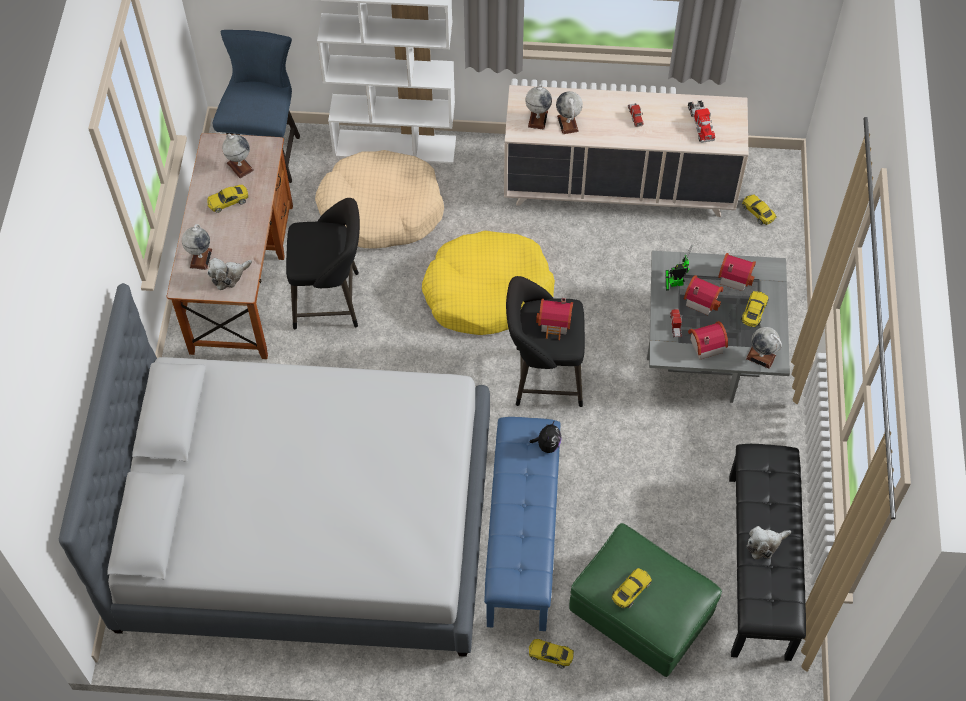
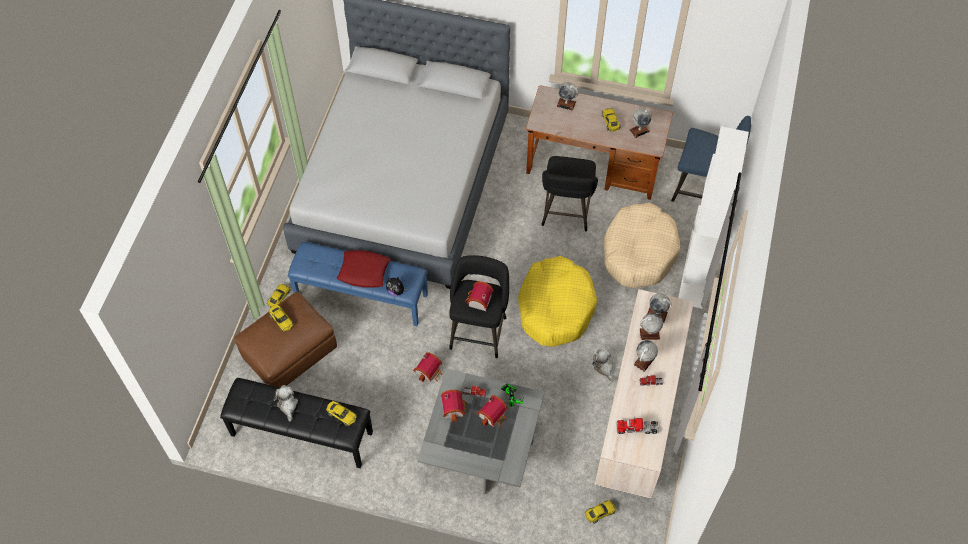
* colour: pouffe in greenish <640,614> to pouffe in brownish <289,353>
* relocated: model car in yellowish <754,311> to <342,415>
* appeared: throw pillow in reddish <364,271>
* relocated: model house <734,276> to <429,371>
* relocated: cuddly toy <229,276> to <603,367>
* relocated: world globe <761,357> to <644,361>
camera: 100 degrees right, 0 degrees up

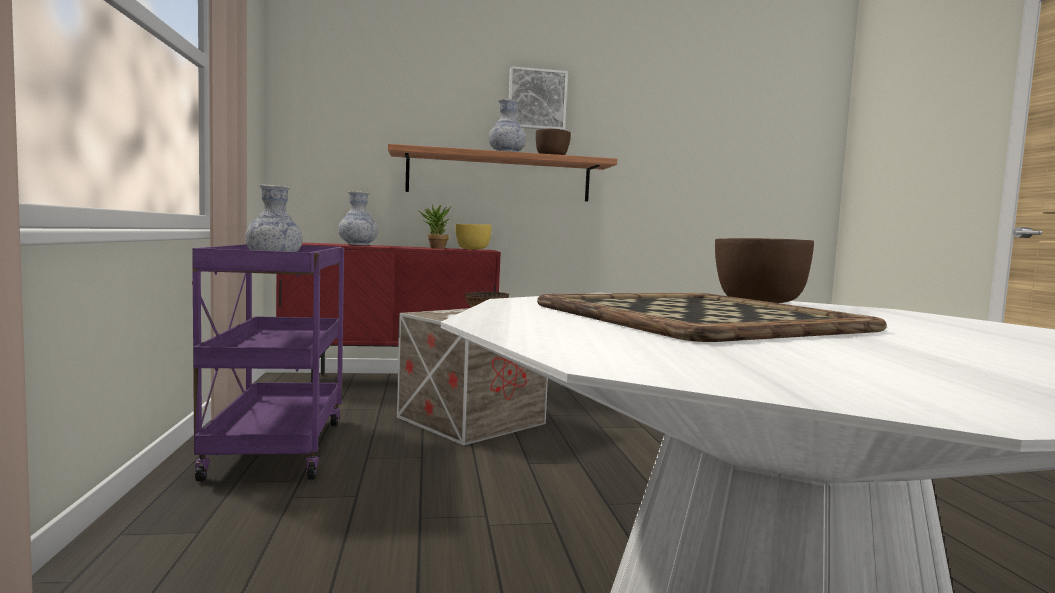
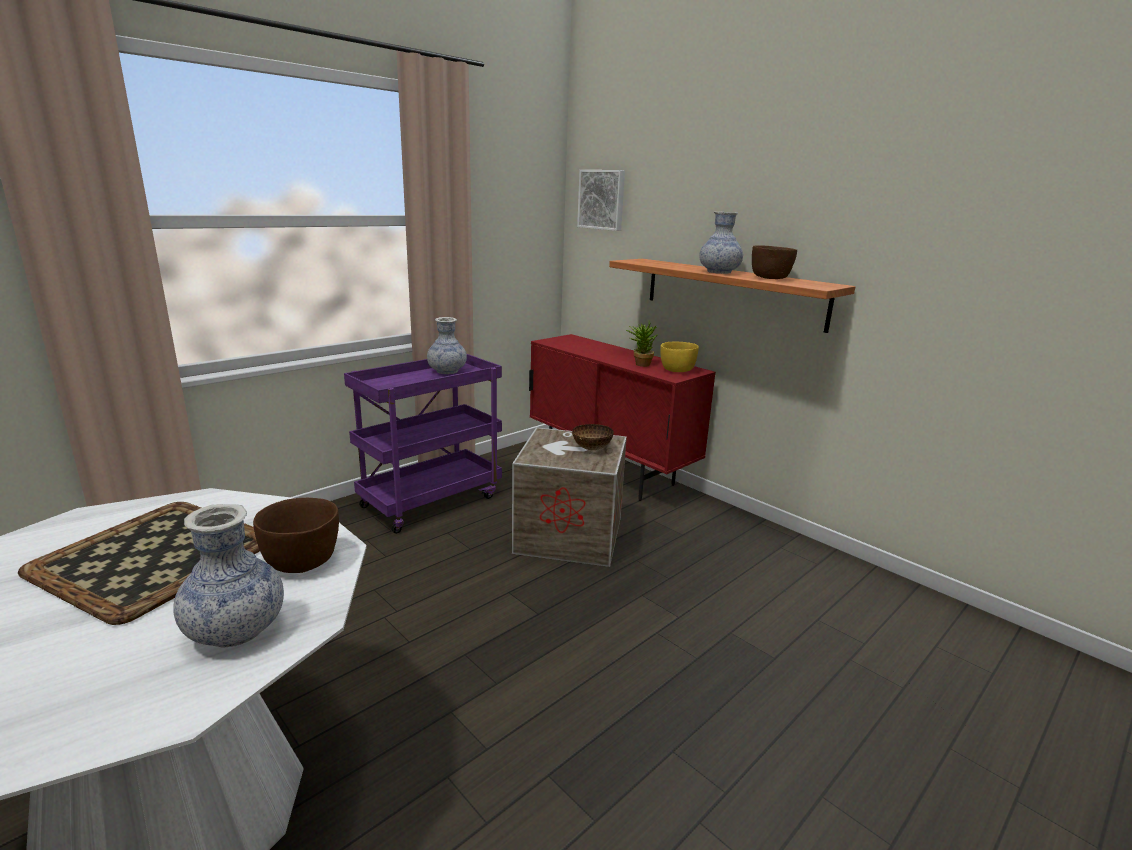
* relocated: decorative vase <357,244> to <236,630>
* relocated: wall art <537,99> to <602,200>
camera: 55 degrees right, 15 degrees up

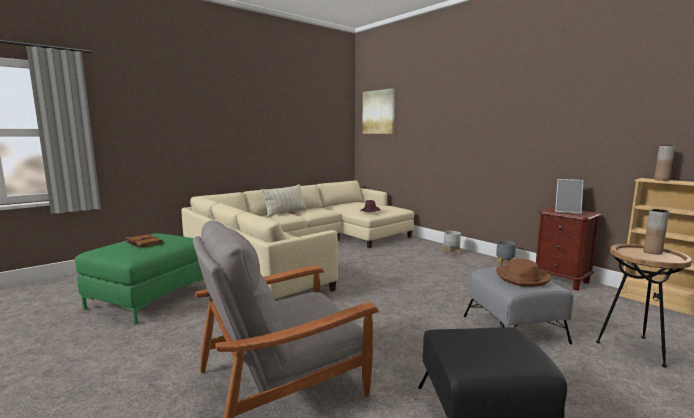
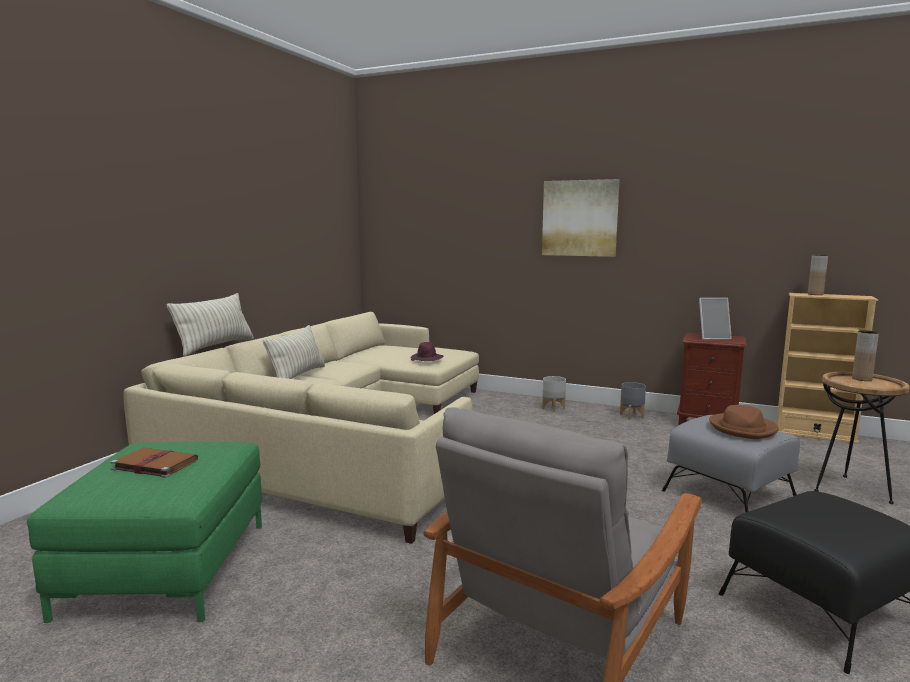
* appeared: throw pillow <215,346>
* relocated: wall art <378,112> to <579,218>
camera: 25 degrees left, 0 degrees up

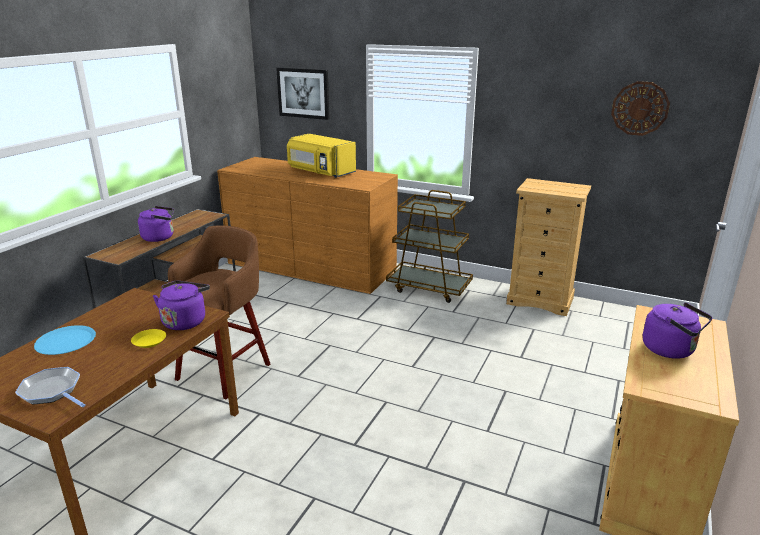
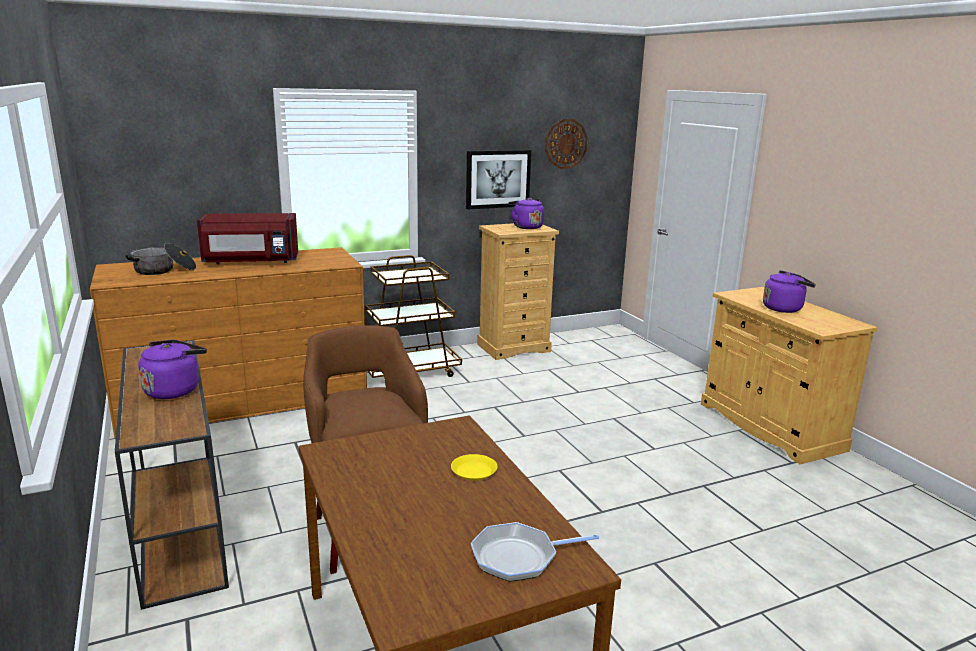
* appeared: stockpot <164,270>
* colour: microwave in yellowish <320,172> to microwave in reddish <250,262>
* relocated: wall art <303,93> to <498,179>
* relocated: tea kettle in purplish <185,321> to <526,227>
* missing: dinner plate in blue <66,341>
camera: 50 degrees left, 5 degrees down

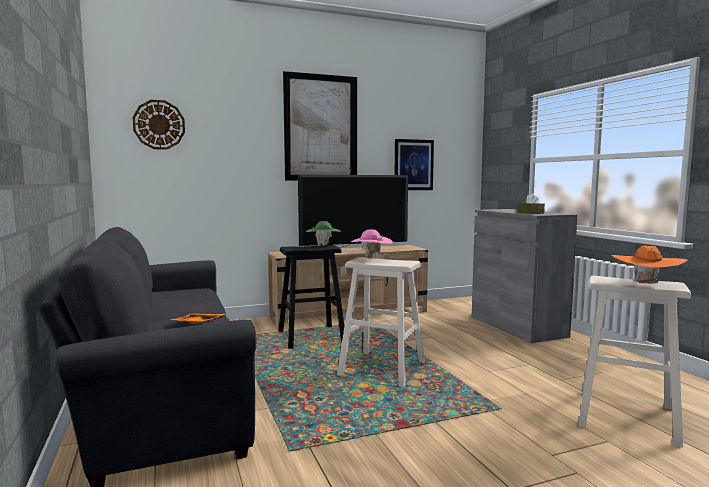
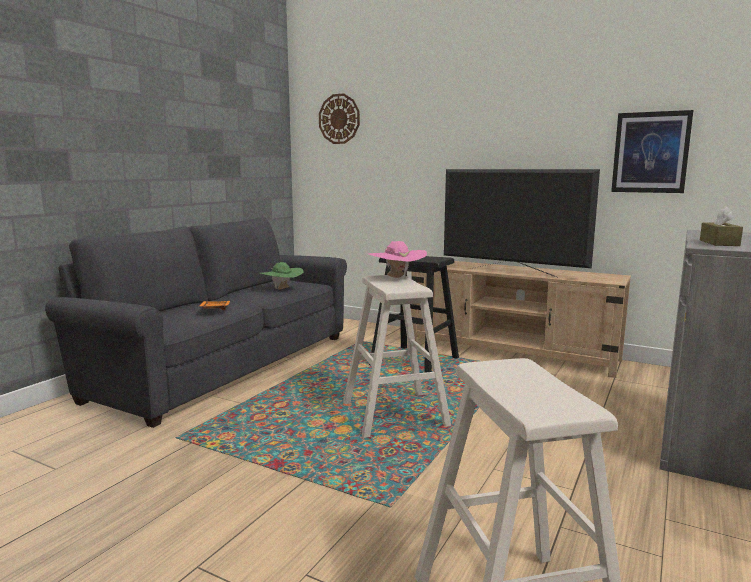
* relocated: hat in greenish <323,245> to <282,290>
* missing: wall art <321,128>
* missing: hat in orange-coloured <646,284>
camera: 50 degrees right, 5 degrees up

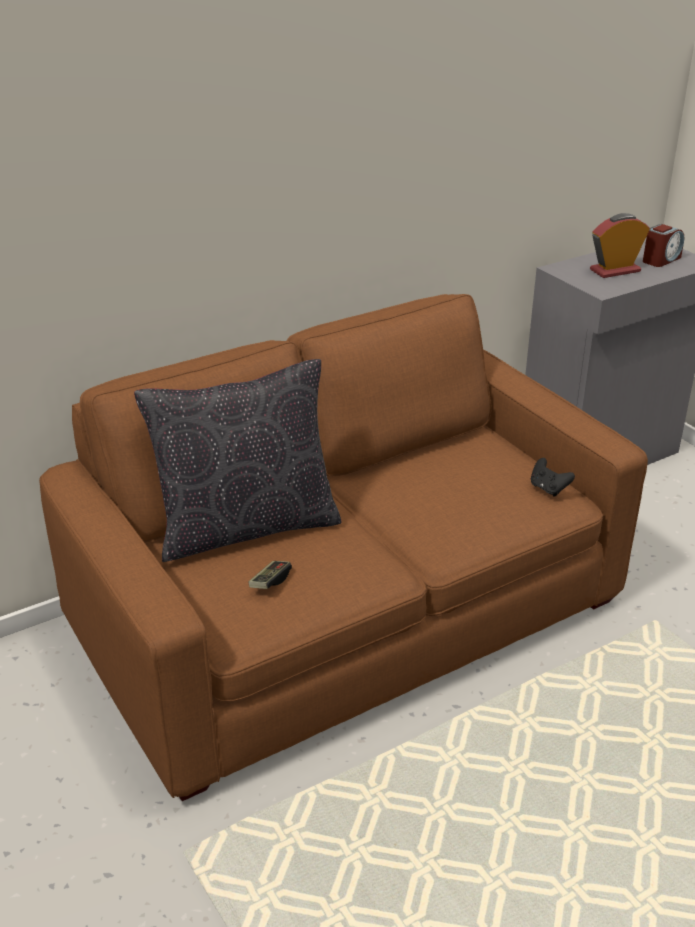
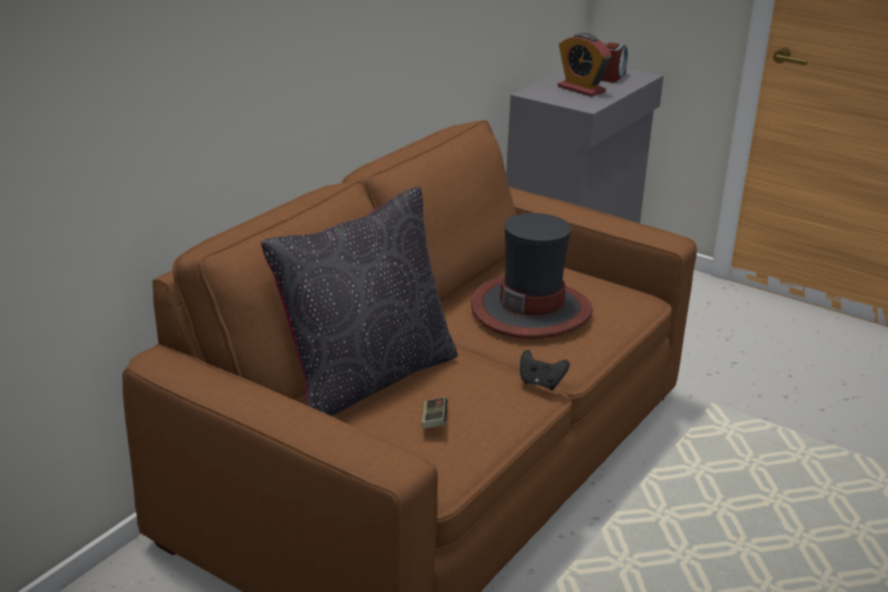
* appeared: hat <531,309>
* relocated: joypad in black-coloured <548,489> to <540,383>
* spun: alarm clock <615,270> = <581,89> 90 degrees counterclockwise
camera: 25 degrees left, 5 degrees down

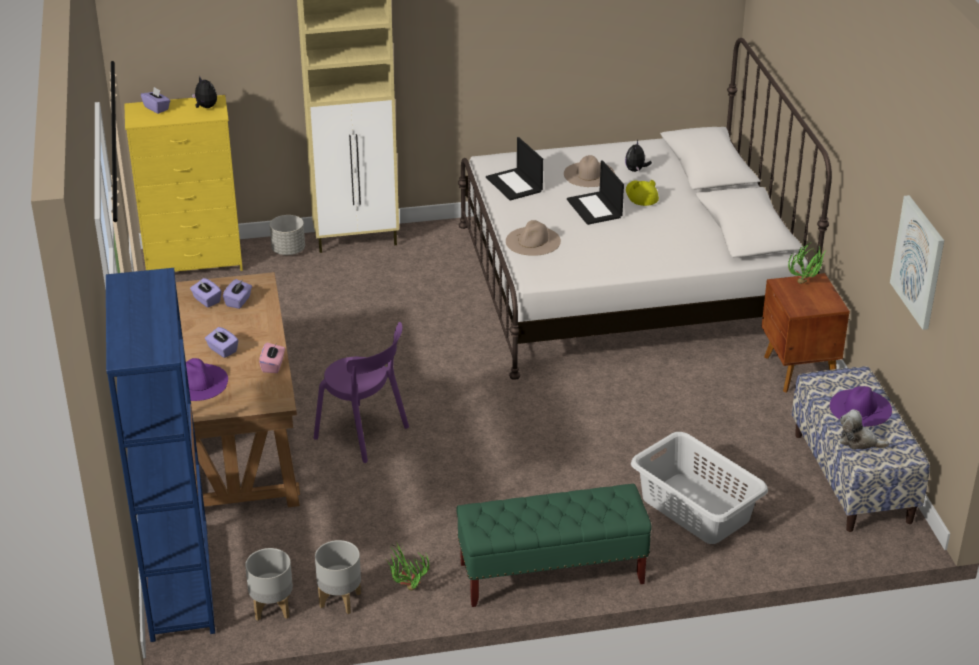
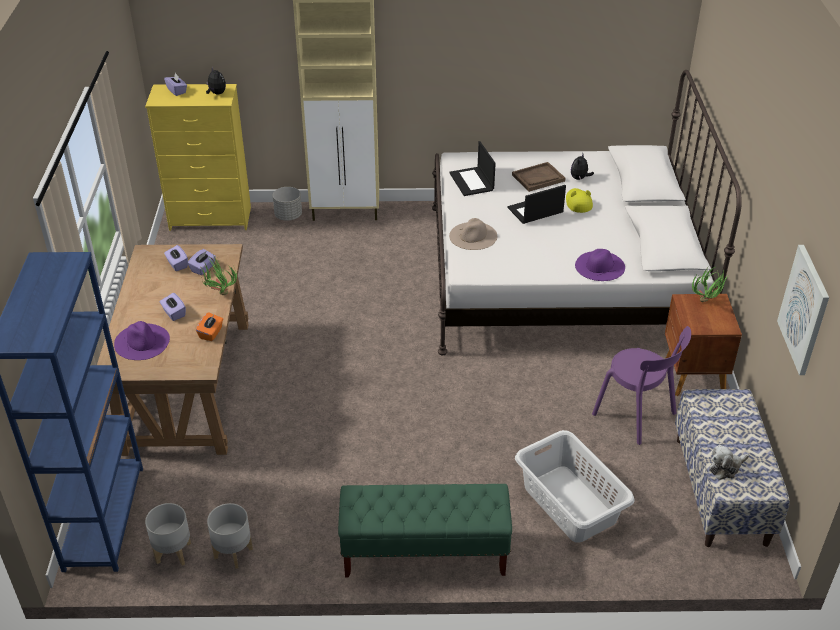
* colour: tissue box in pink <273,366> to tissue box in orange-coloured <211,333>
* relocated: houseplant <406,590> to <219,294>
* spun: laptop <595,208> = <535,211> 75 degrees clockwise
* exchanged: hat in sand-coloured <589,174> to tray in brownish <538,178>
* relocated: hat in purplish <860,407> to <600,266>
* relocated: chair in purplish <364,434> to <637,415>
* spun: cuddly toy <859,441> = <726,468> 60 degrees counterclockwise
camera: 10 degrees right, 5 degrees up

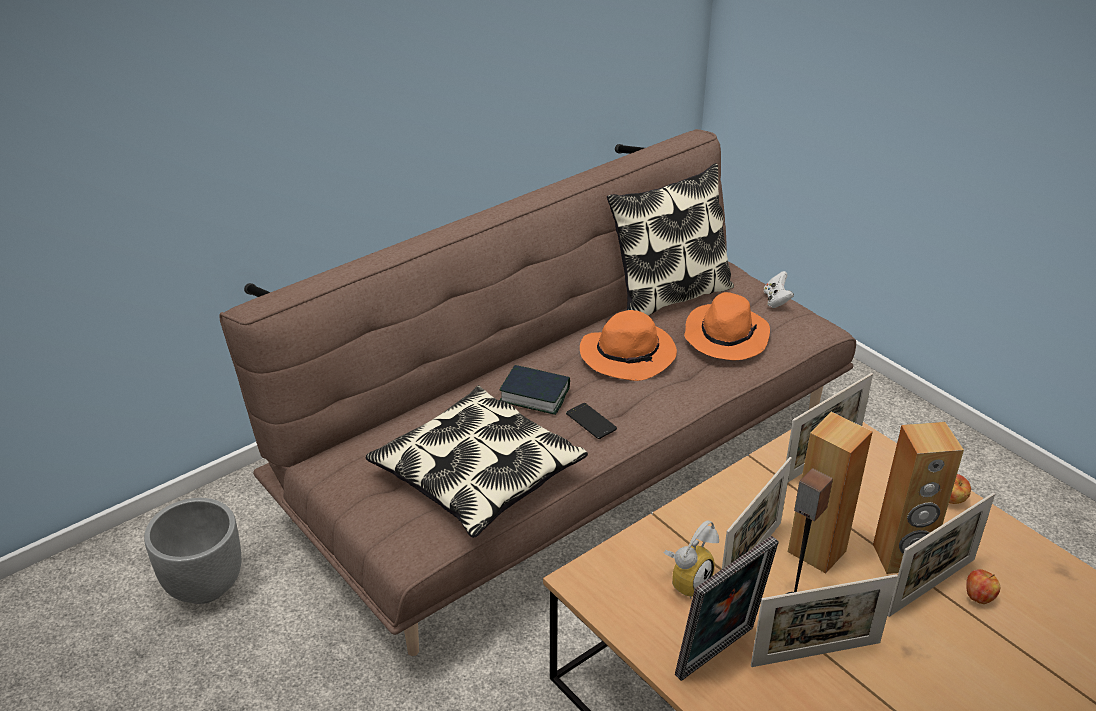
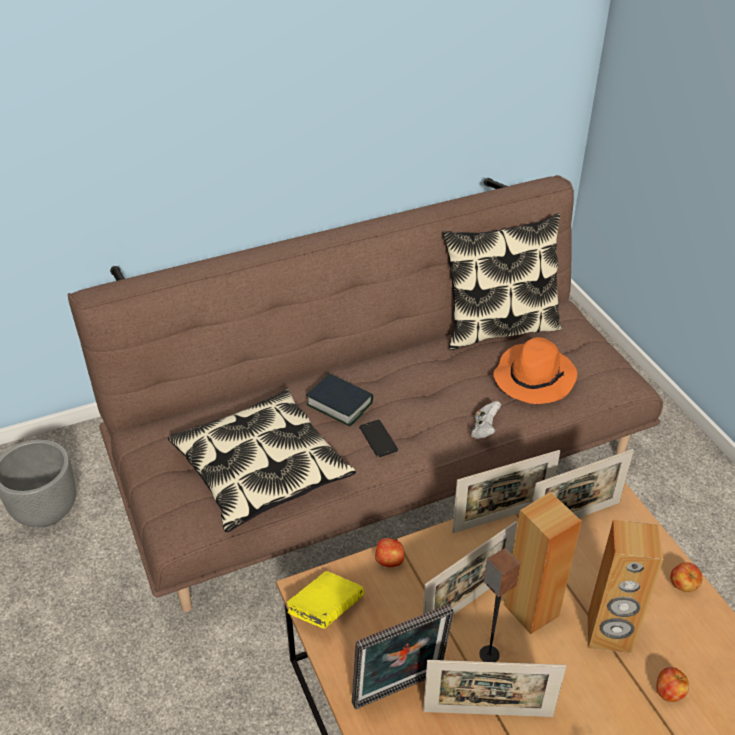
* appeared: book in yellowish <326,610>
* appeared: apple <389,561>
* relocated: photo frame <931,587> to <501,517>
* relocated: joypad in white <776,300> to <484,429>
* missing: hat in orange-coloured <629,355>
* missing: alarm clock <687,579>
camera: 15 degrees right, 5 degrees up

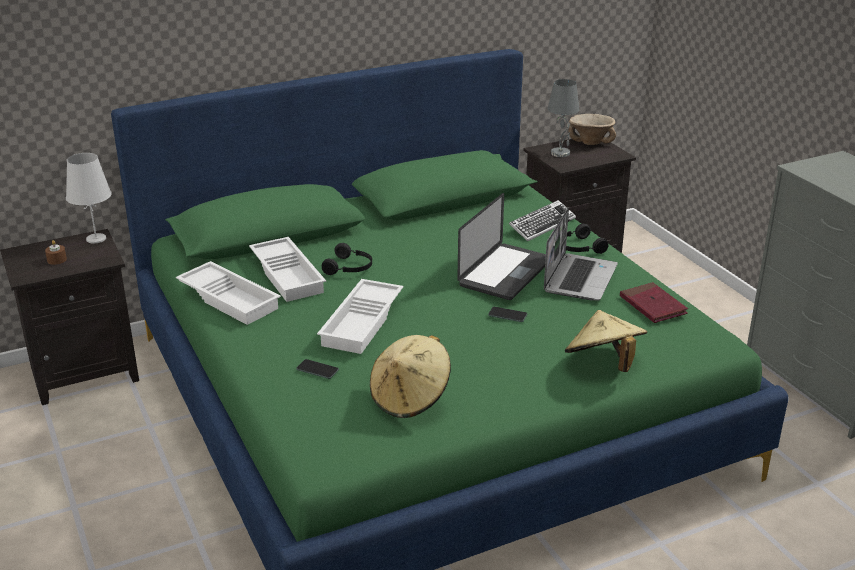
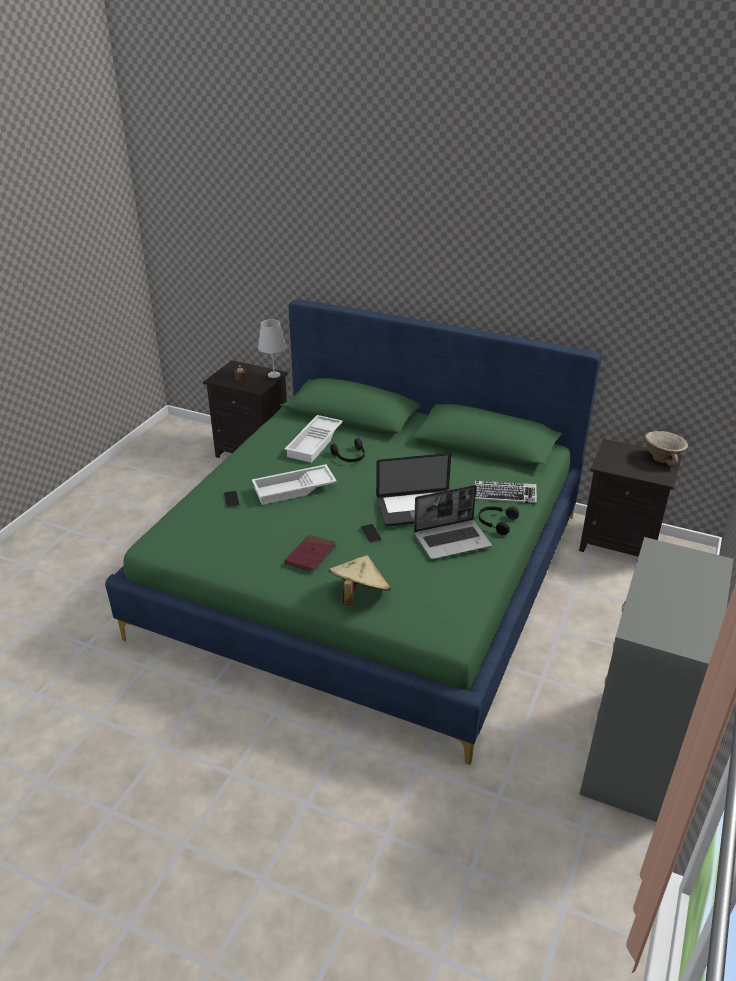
* relocated: book in reddish <652,306> to <310,555>
* missing: tray in white <230,298>
* missing: hat in sand-coloured <410,398>
* missing: lamp for a table in gray <561,153>
camera: 50 degrees right, 5 degrees up

